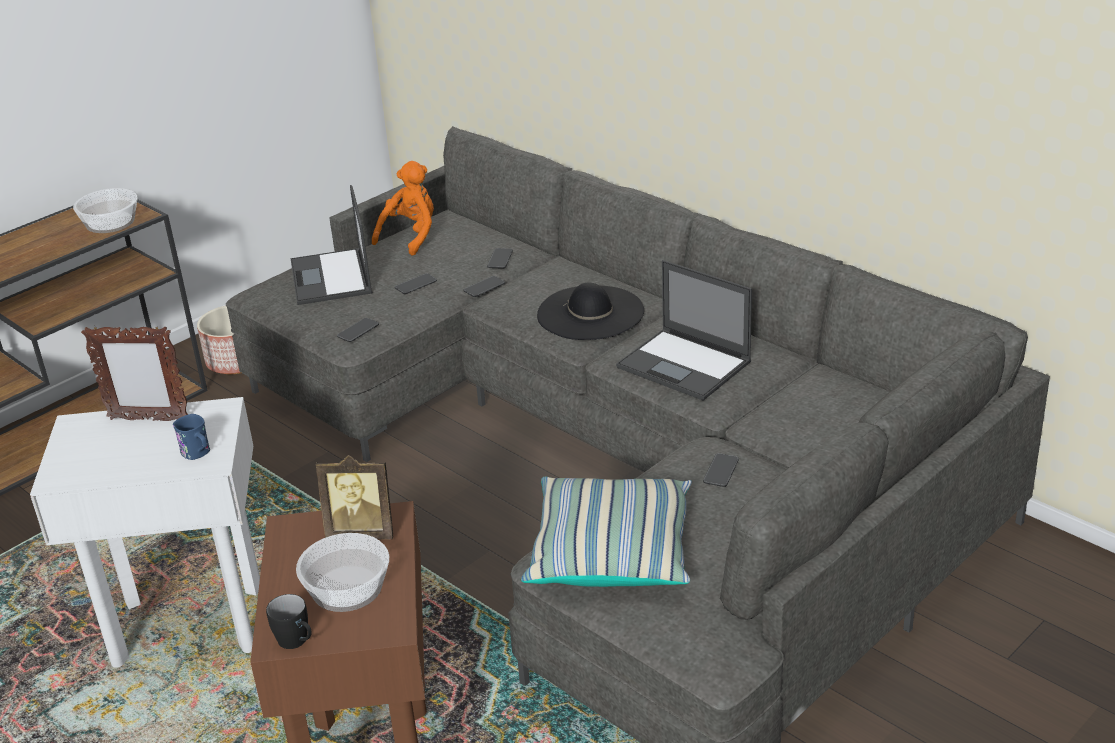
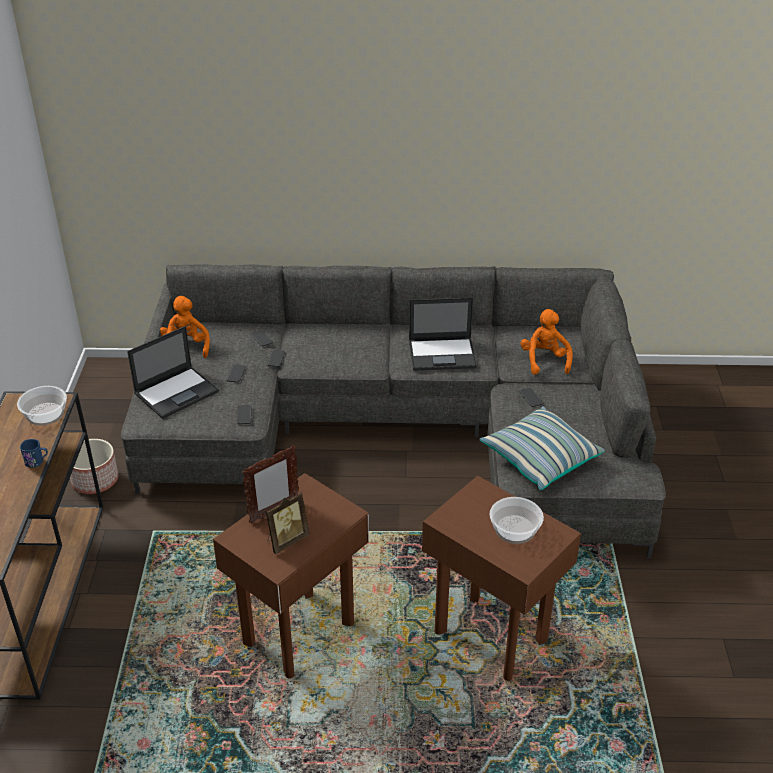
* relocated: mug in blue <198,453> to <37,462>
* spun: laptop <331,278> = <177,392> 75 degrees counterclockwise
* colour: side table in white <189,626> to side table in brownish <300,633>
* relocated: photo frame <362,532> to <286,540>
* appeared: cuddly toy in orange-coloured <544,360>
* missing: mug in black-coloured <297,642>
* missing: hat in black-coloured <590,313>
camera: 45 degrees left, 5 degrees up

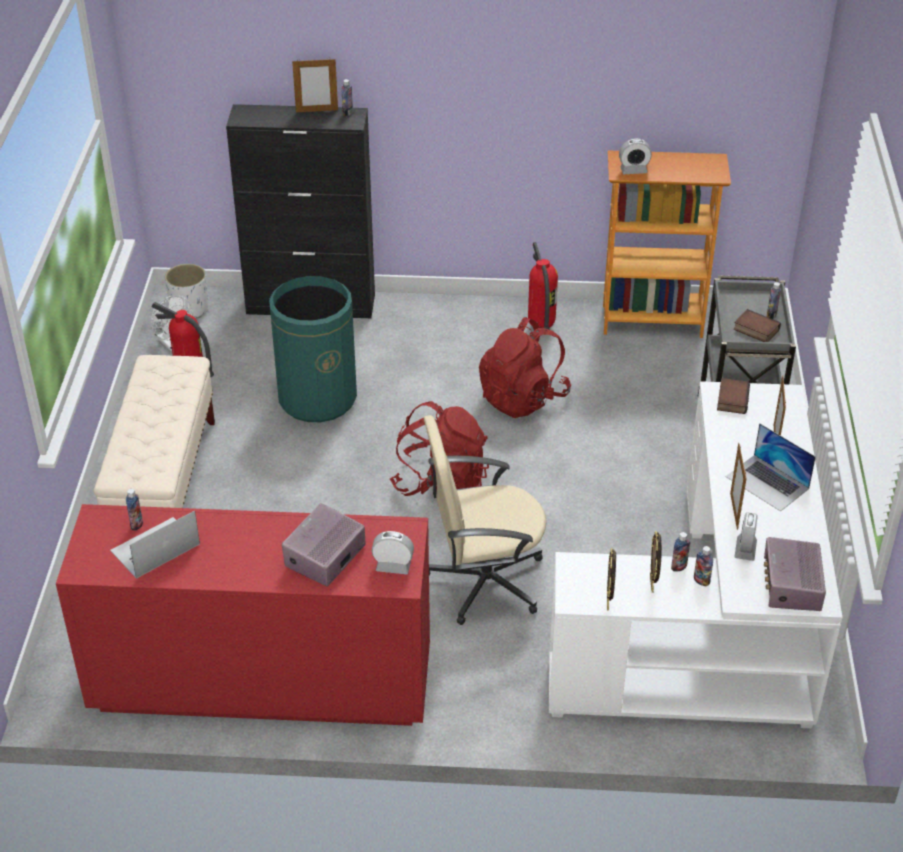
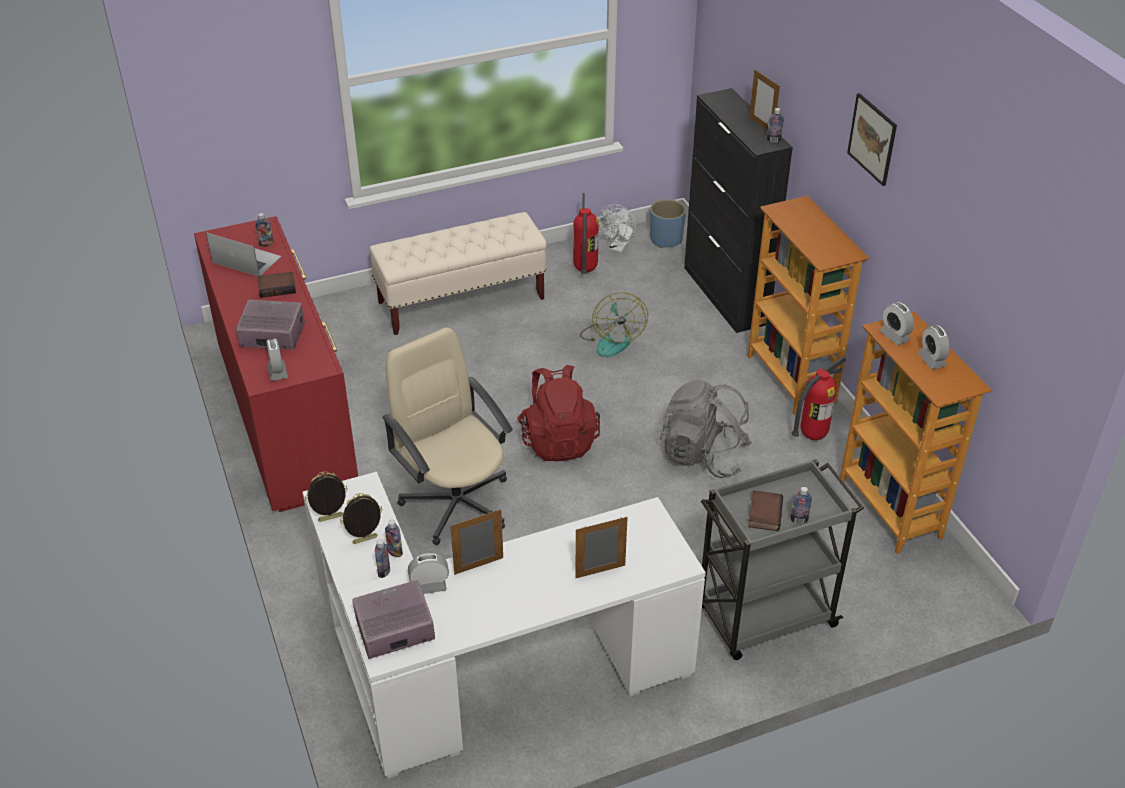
* relocated: book <731,399> to <277,287>
* exchanged: rubbish bin in greenish <317,398> to fan <611,339>
* colour: plant pot in white <190,309> to plant pot in blue <666,239>
* colour: backpack in reddish <523,398> to backpack in gray <703,455>
* appeared: shelving unit <792,379>
* appeared: wall art <872,139>
* appeared: alarm clock <931,360>
* missing: laptop <767,482>
camera: 65 degrees right, 0 degrees up

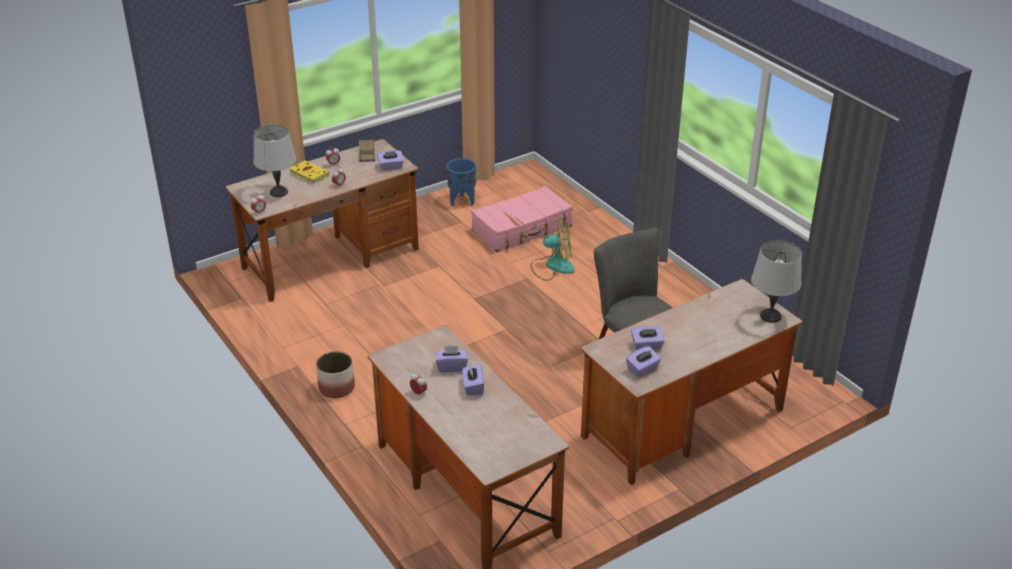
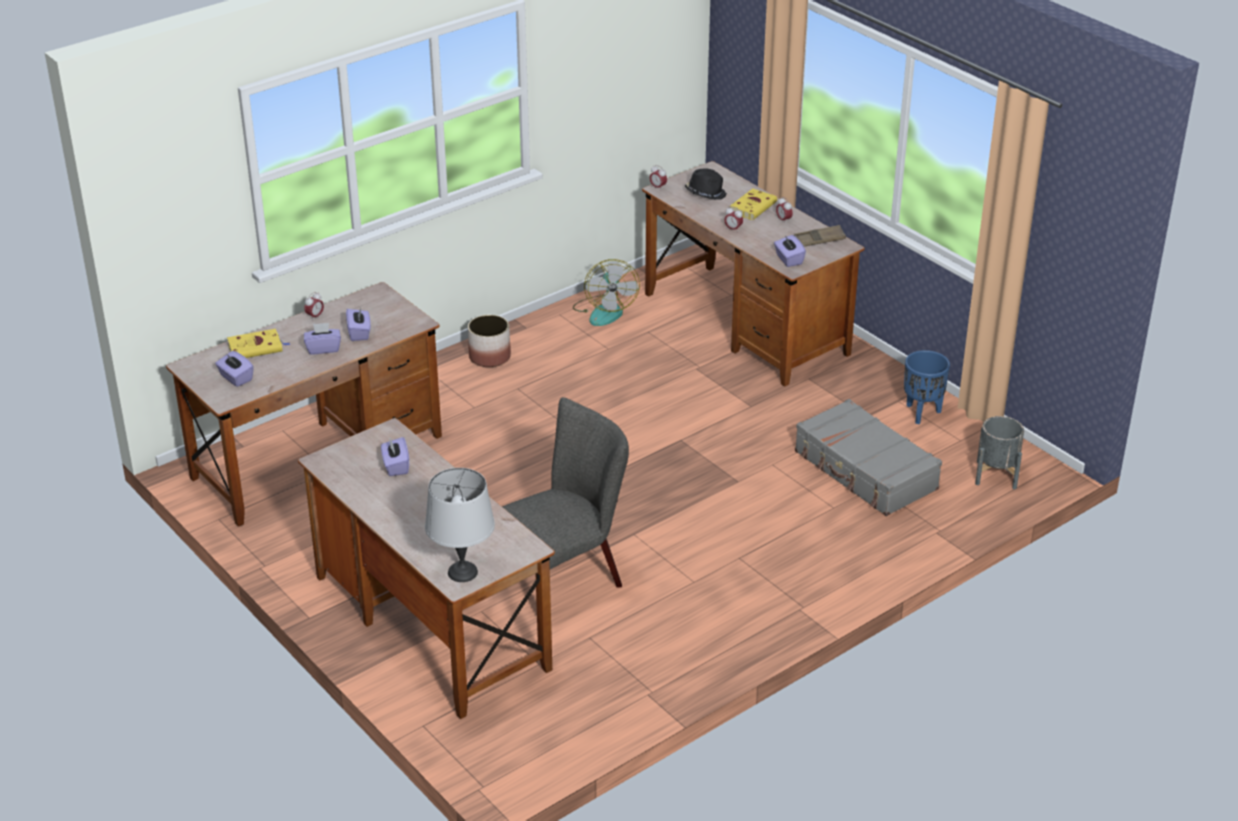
* relocated: tissue box in purplish <642,369> to <236,378>
* appeared: book in yellowish <257,348>
* relocated: fan <553,266> to <604,311>
* exchanged: lamp for a table in gray <278,192> to hat in black-coloured <705,193>
* colour: travel case in pink <522,228> to travel case in gray <865,471>
* appeared: plant pot in gray <996,475>
camera: 85 degrees right, 0 degrees up

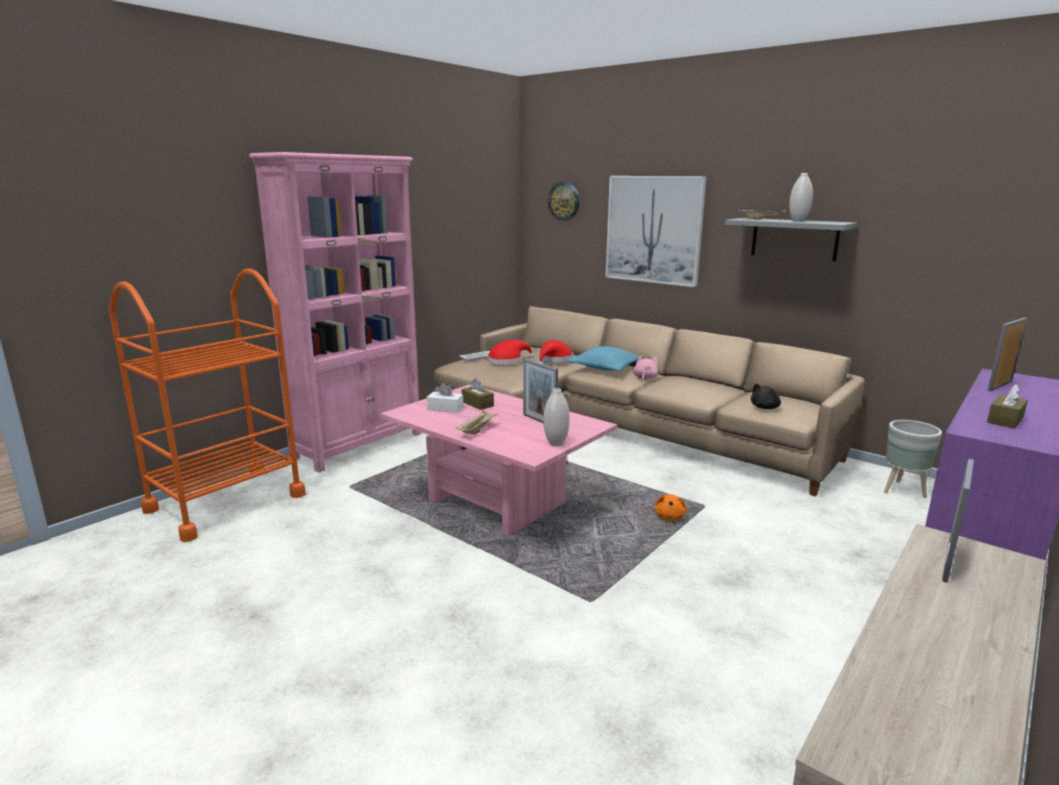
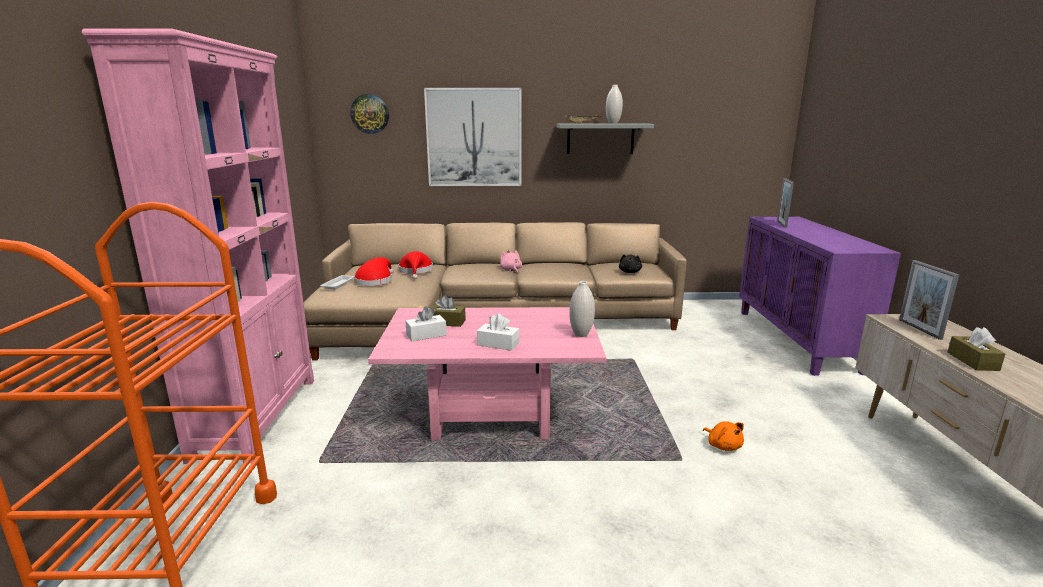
* exchanged: tray in sand-coloured <477,430> to tissue box in white <498,344>
* relocated: cuddly toy in orange-coloured <670,517> to <723,445>
* relocated: tissue box in brownish <1005,420> to <972,361>
* missing: photo frame <539,421>
* missing: throw pillow in turquoise <605,367>
* missing: plant pot in gray <903,490>
camera: 40 degrees left, 0 degrees up

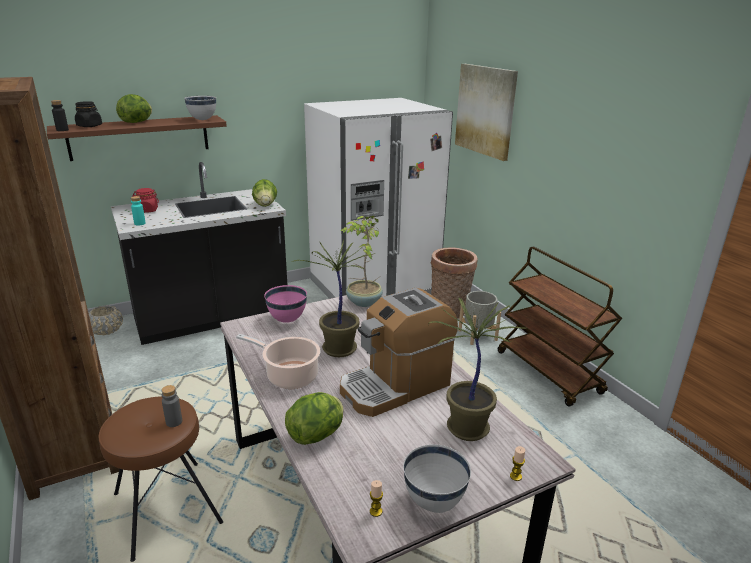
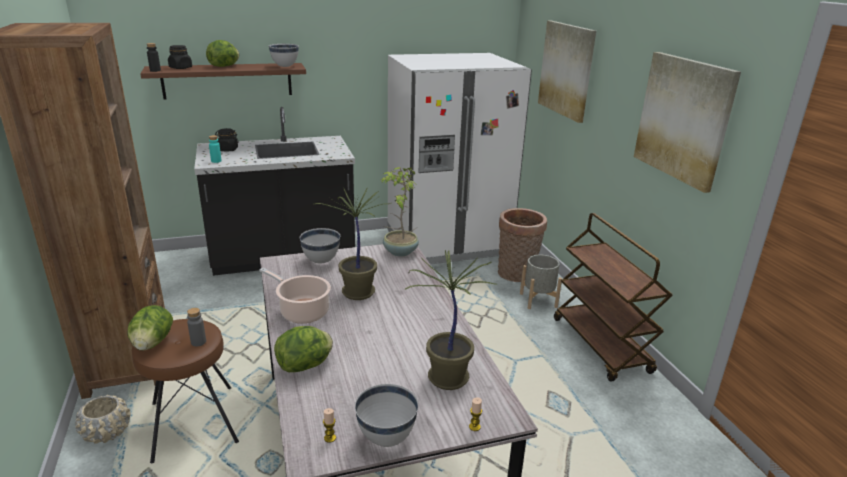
* relocated: plant pot in sand-coloured <106,330> to <106,432>
* relocated: lettuce <265,205> to <152,343>
* colour: preserve jar in reddish <147,210> to preserve jar in black-coloured <227,149>
* colour: bowl in pink <287,320> to bowl in white <321,261>
* appeared: wall art <683,119>
* missing: coffee machine <395,385>
camera: 10 degrees right, 0 degrees up

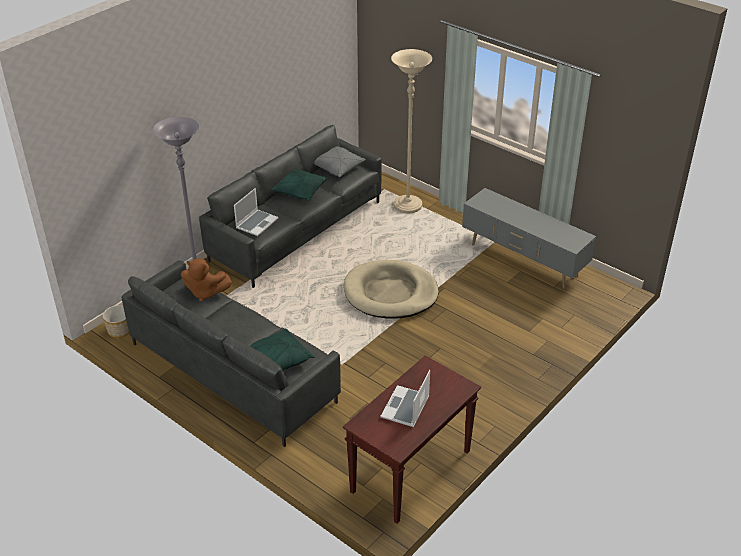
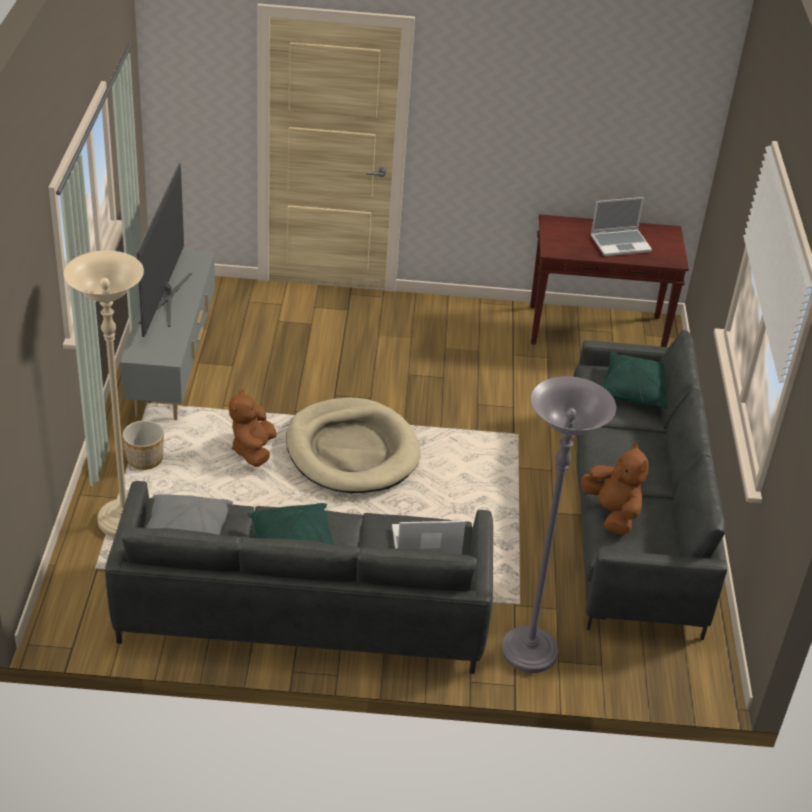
* relocated: plant pot <120,330> to <144,459>
* appeared: TV set <165,297>
* appeared: cuddly toy in brownish <253,451>
camera: 130 degrees left, 0 degrees up

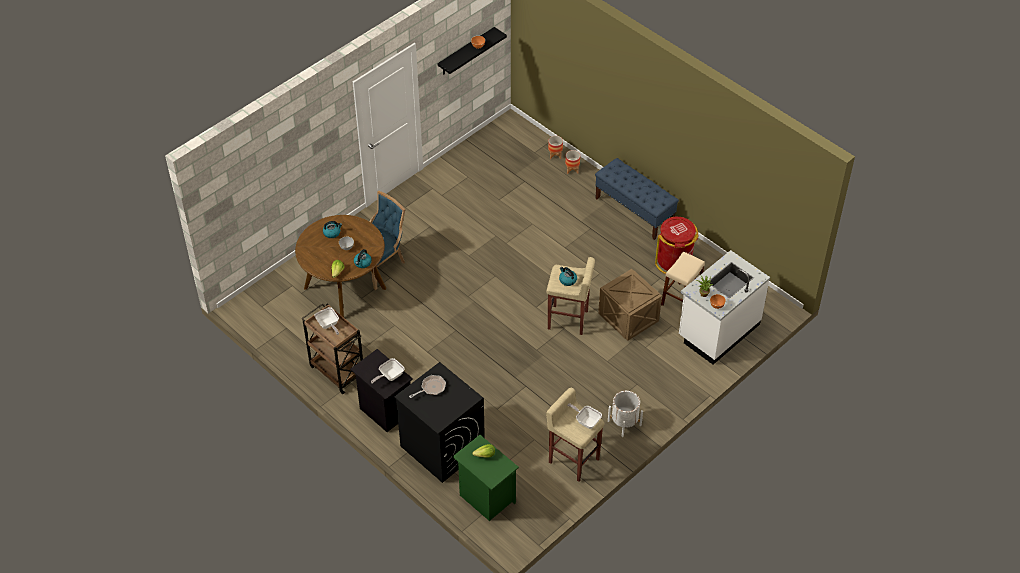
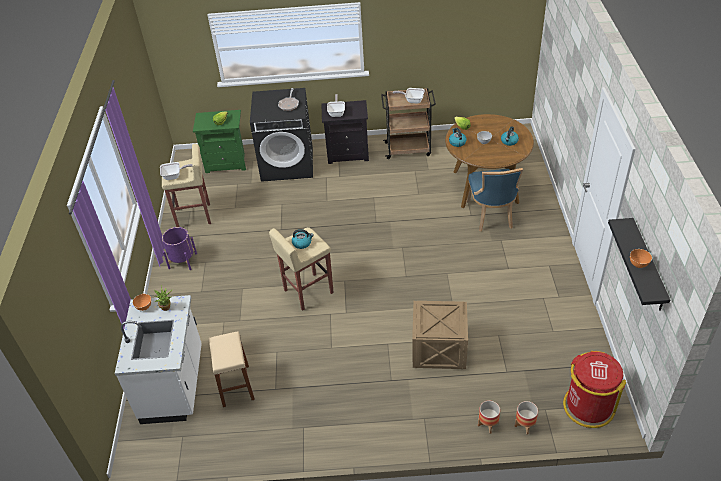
* colour: plant pot in white <624,423> to plant pot in purplish <182,261>
* relocated: packing crate <629,318> to <438,349>
* relocated: rubbish bin in reddish <674,262> to <588,406>
* missing: bench in blue <634,211>
camera: 135 degrees right, 5 degrees down

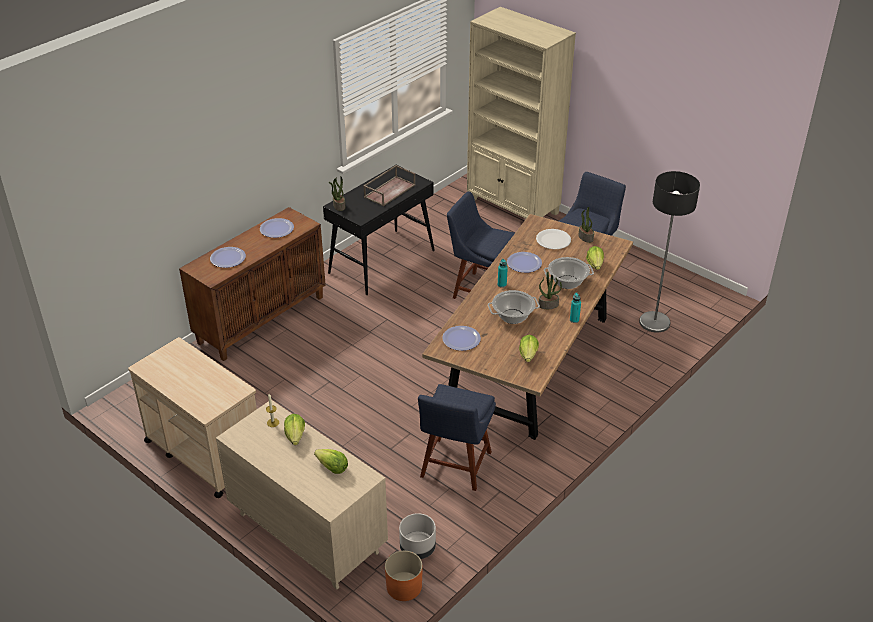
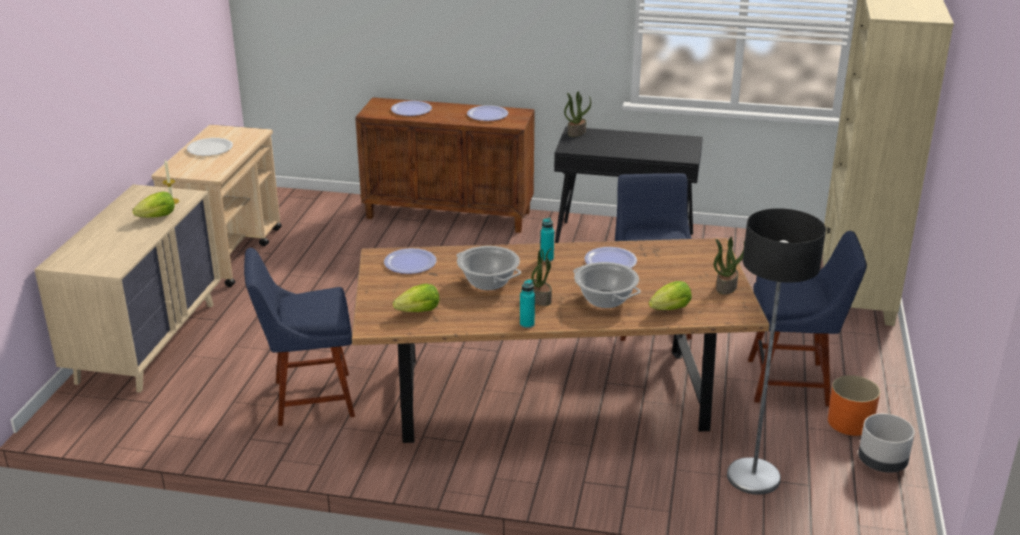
* relocated: dinner plate in white <553,240> to <210,148>
* relocated: plant pot in orange-coloured <403,586> to <849,422>
* relocated: plant pot in gray <417,548> to <881,463>
* missing: lettuce <332,468>
* missing: tray in brownish <389,190>
camera: 60 degrees right, 10 degrees down

